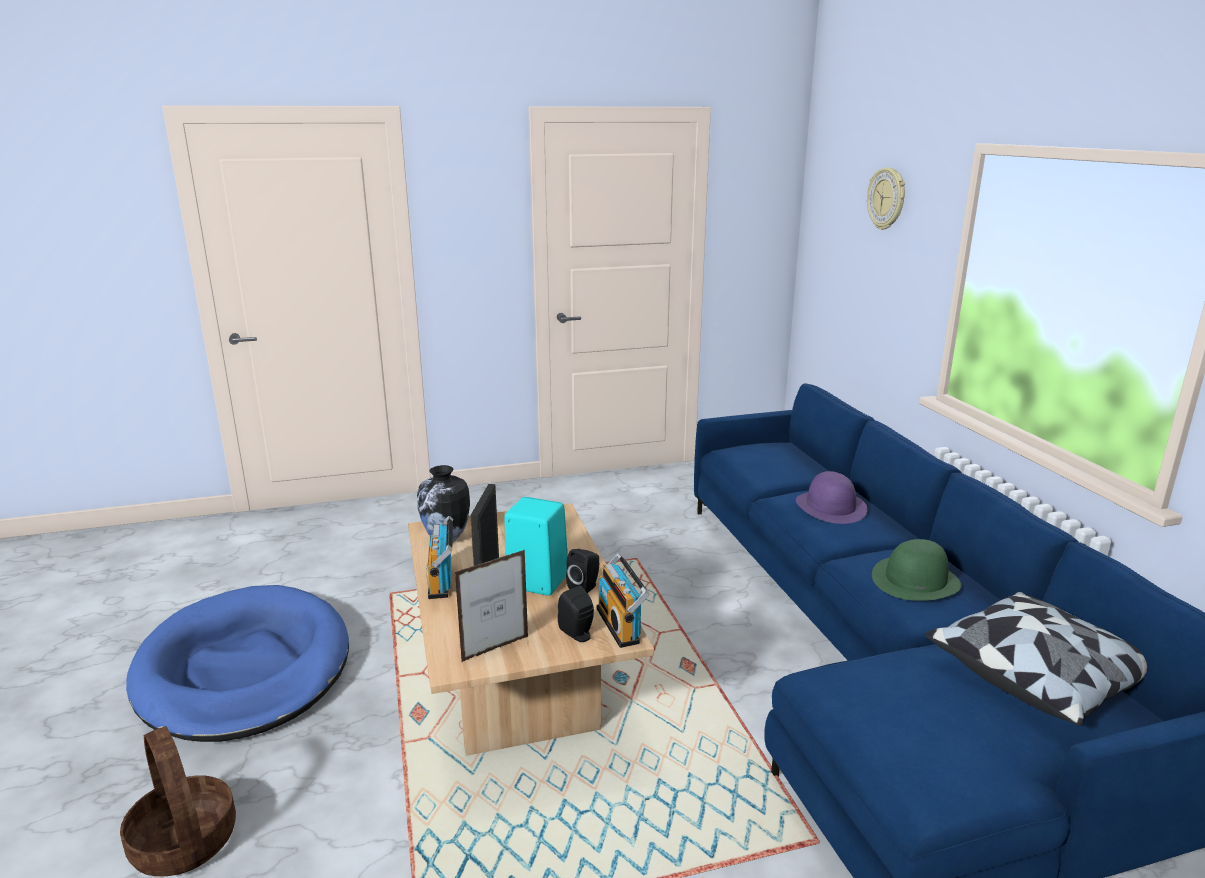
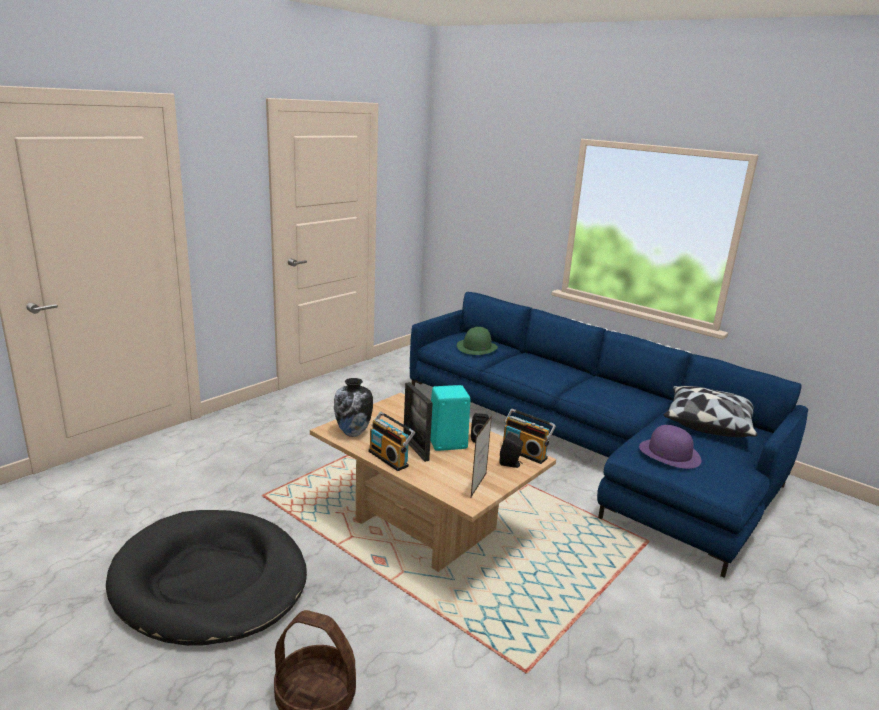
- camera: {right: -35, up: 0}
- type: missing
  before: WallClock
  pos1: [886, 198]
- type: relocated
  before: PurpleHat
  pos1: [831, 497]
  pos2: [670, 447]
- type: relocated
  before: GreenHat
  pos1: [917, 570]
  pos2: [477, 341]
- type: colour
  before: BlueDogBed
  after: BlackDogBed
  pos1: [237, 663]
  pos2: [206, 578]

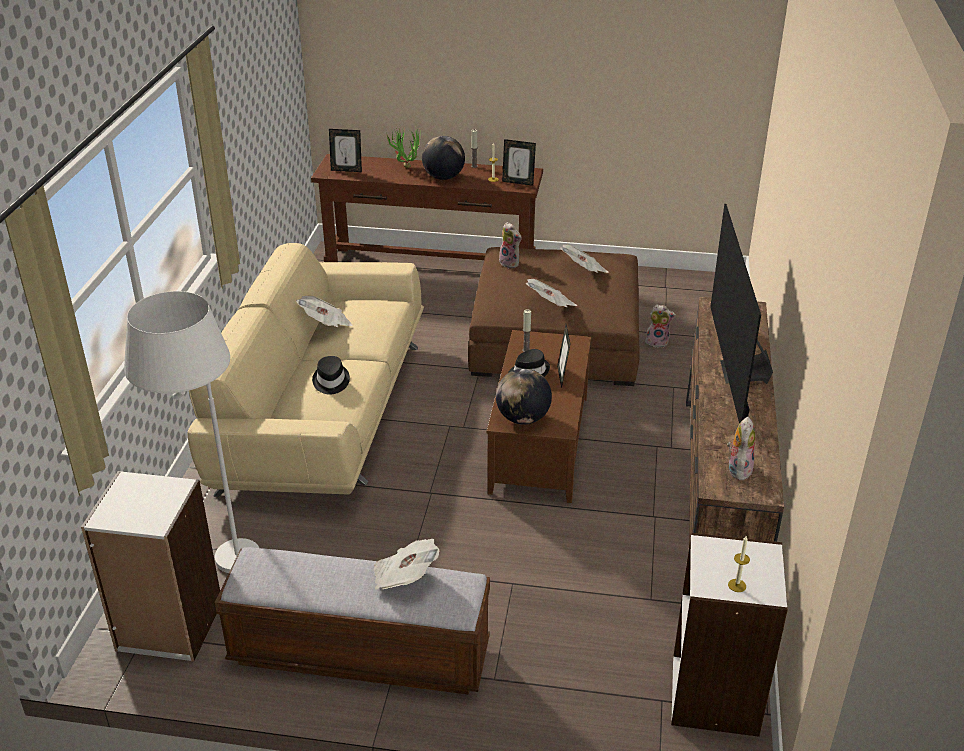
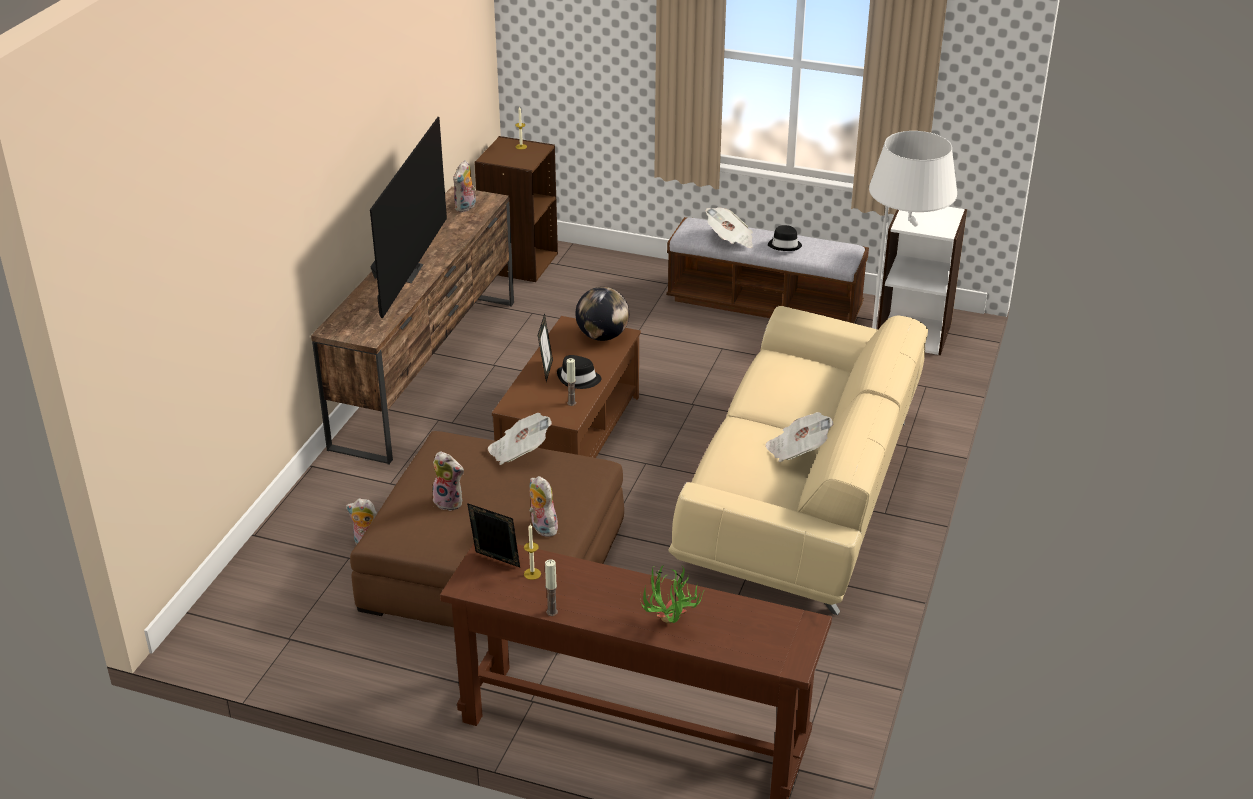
- camera: {right: -170, up: 0}
- type: missing
  before: PictureFrame
  pos1: [345, 150]
- type: missing
  before: Globe
  pos1: [443, 158]
- type: exchanged
  before: Newspaper
  after: PlushToy
  pos1: [584, 259]
  pos2: [448, 481]
- type: relocated
  before: BlackHat
  pos1: [331, 375]
  pos2: [785, 238]
- type: colour
  before: WhiteBookcase
  after: BrownBookcase
  pos1: [729, 635]
  pos2: [516, 209]

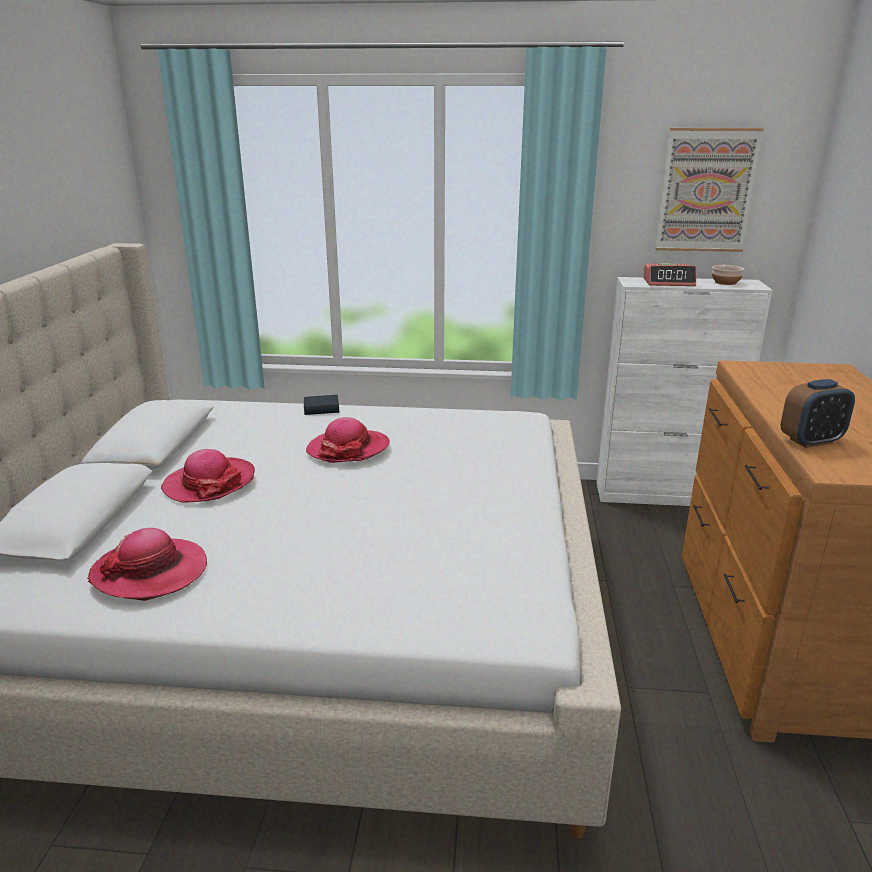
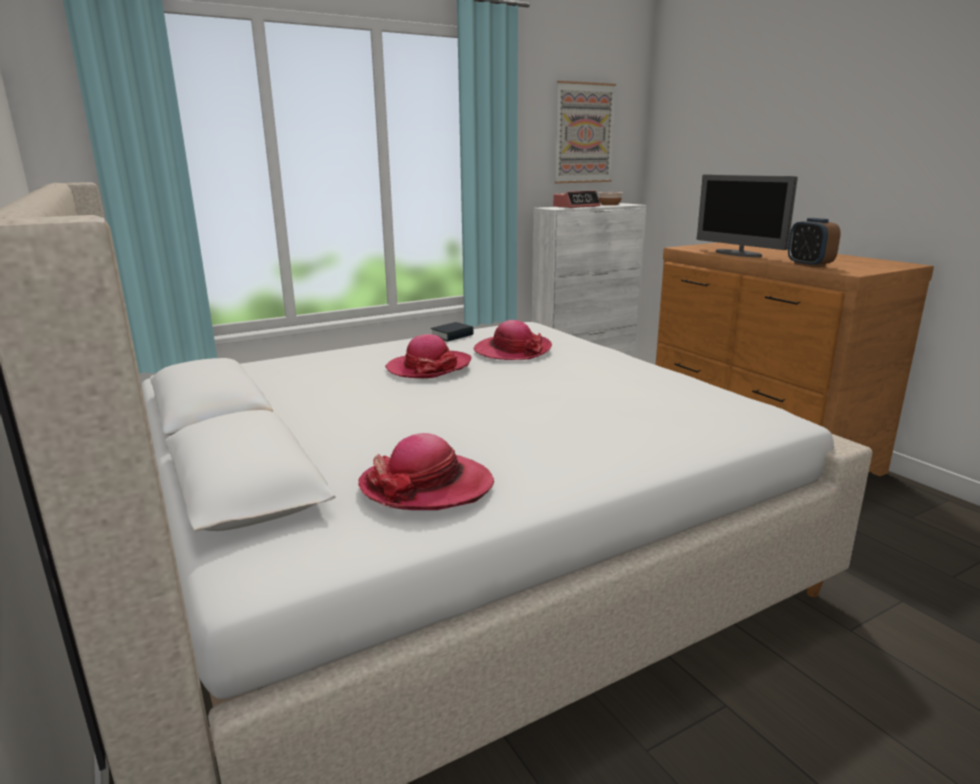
- camera: {right: -35, up: -5}
- type: spun
  before: AlarmClock
  pos1: [818, 413]
  pos2: [814, 243]
  turn: 120
- type: relocated
  before: Book
  pos1: [321, 405]
  pos2: [452, 332]
- type: relocated
  before: Hat
  pos1: [208, 476]
  pos2: [513, 340]
- type: appeared
  after: Monitor
  pos2: [747, 216]

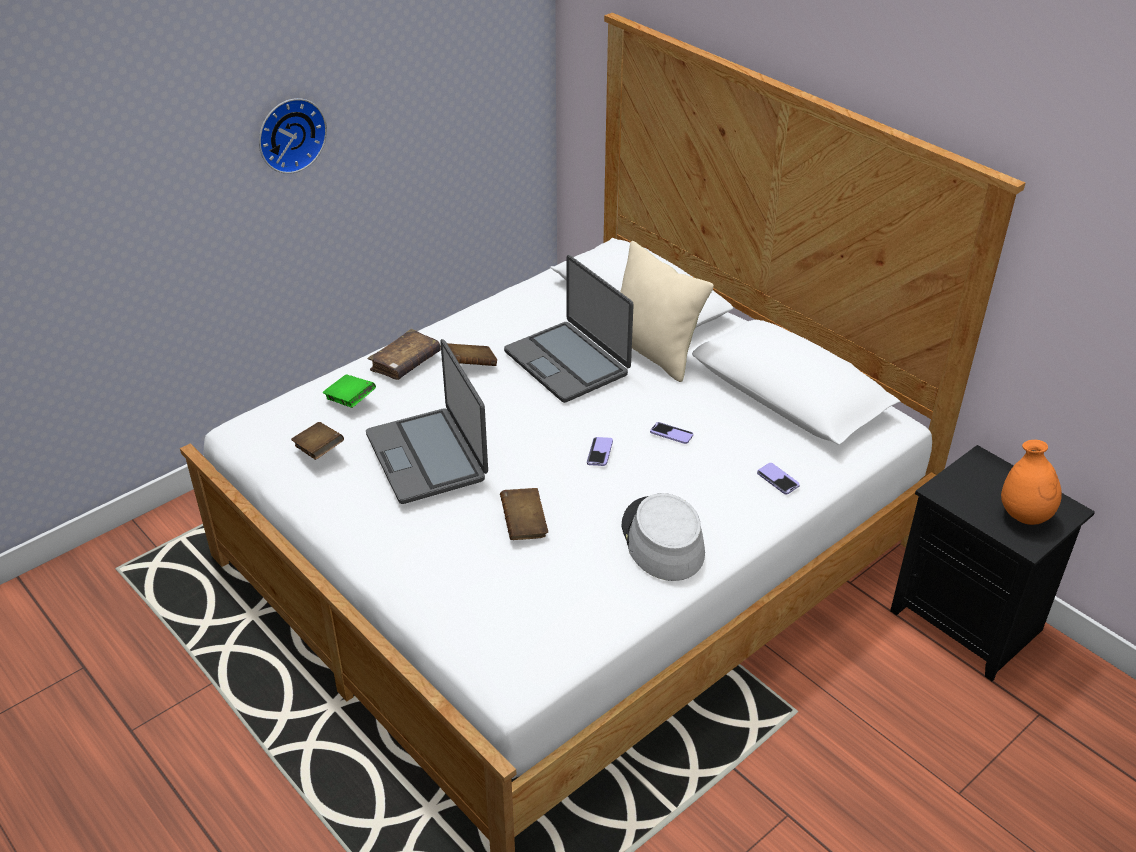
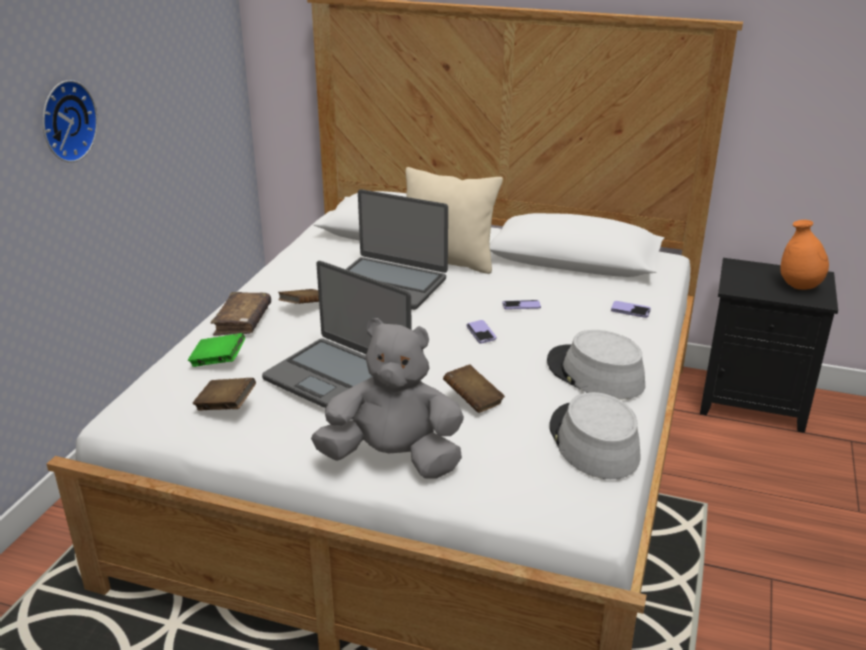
- camera: {right: -30, up: -10}
- type: appeared
  after: GreyPlushToy
  pos2: [387, 398]
- type: appeared
  after: GreyHat
  pos2: [595, 435]

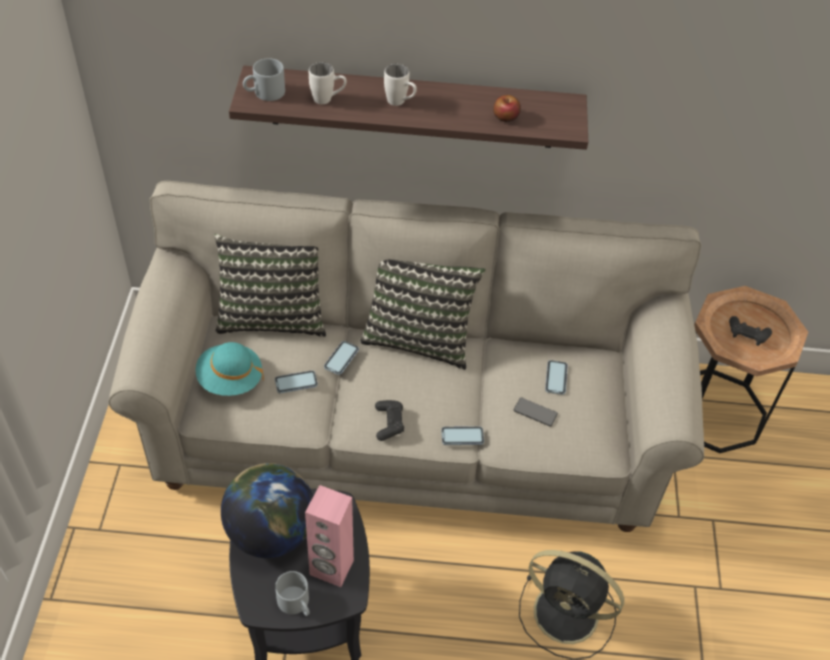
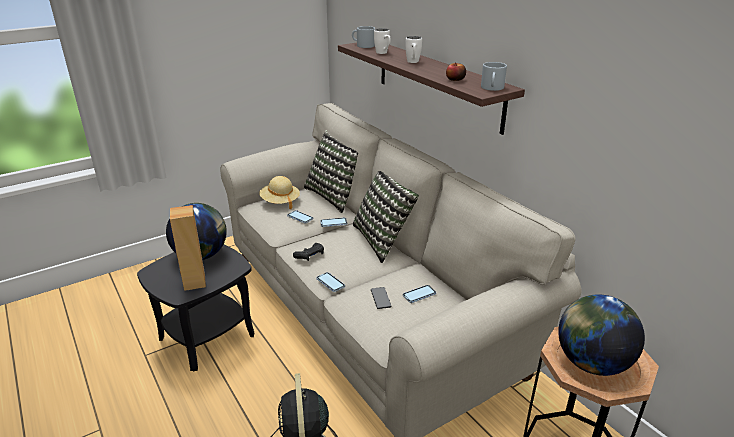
- camera: {right: 55, up: -20}
- type: exchanged
  before: BlackGameController
  after: Globe
  pos1: [750, 331]
  pos2: [601, 335]
- type: colour
  before: TurquoiseHat
  after: BeigeHat
  pos1: [229, 369]
  pos2: [279, 192]
- type: colour
  before: PinkSpeaker
  after: BrownSpeaker
  pos1: [329, 536]
  pos2: [188, 248]
- type: relocated
  before: GreyMug
  pos1: [292, 593]
  pos2: [494, 76]

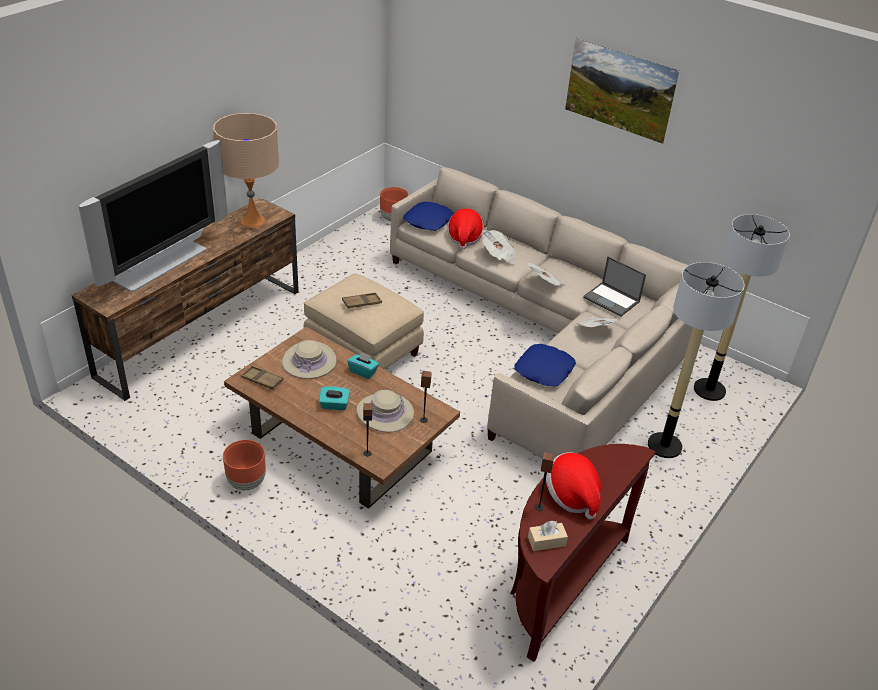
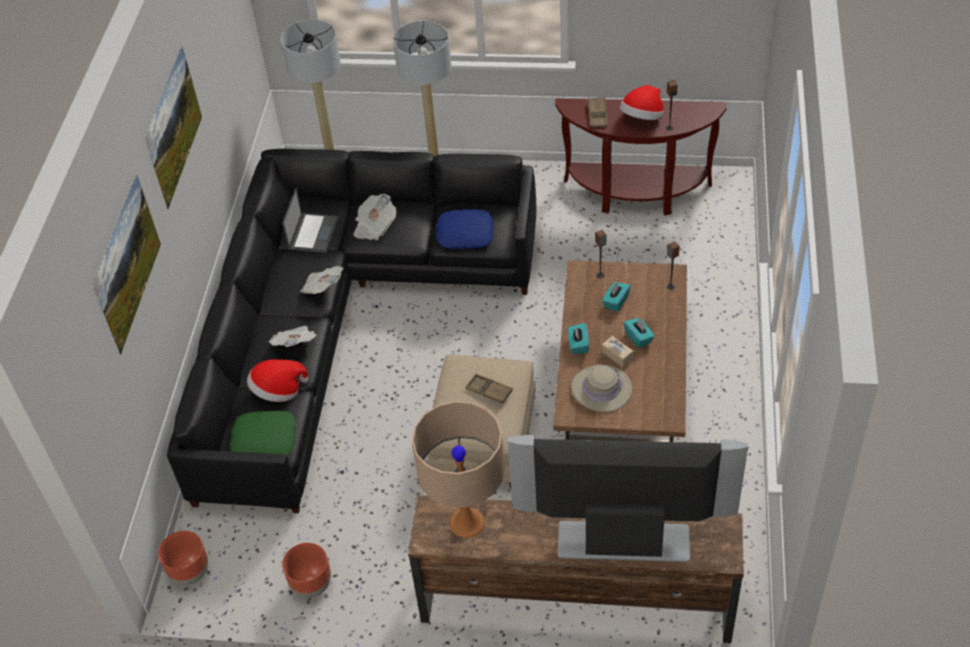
- camera: {right: -115, up: 10}
- type: colour
  before: BeigeSofa
  after: BlackSofa
  pos1: [541, 313]
  pos2: [351, 331]
- type: colour
  before: BluePillow
  after: GreenPillow
  pos1: [428, 216]
  pos2: [263, 433]
- type: relocated
  before: BrownTray
  pos1: [262, 377]
  pos2: [598, 112]
- type: exchanged
  before: BeigeHat
  after: TurquoiseTissueBox
  pos1: [385, 411]
  pos2: [616, 297]
- type: relocated
  before: BrownPlanter
  pos1: [244, 465]
  pos2: [306, 570]
- type: relocated
  before: BeigeTissueBox
  pos1: [548, 536]
  pos2: [617, 351]
- type: appeared
  after: Picture
  pos2: [126, 265]

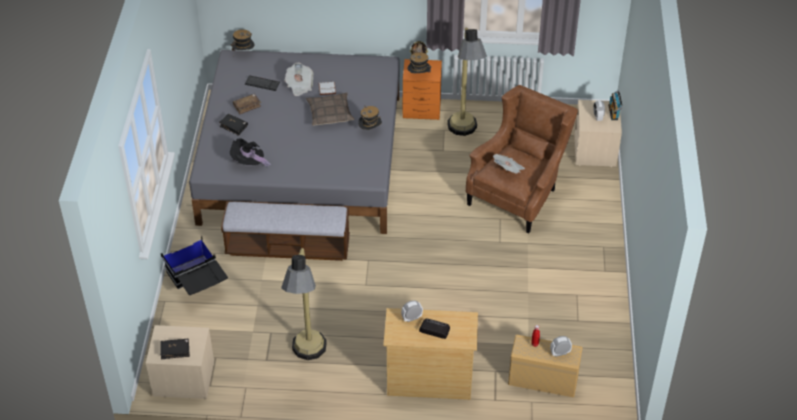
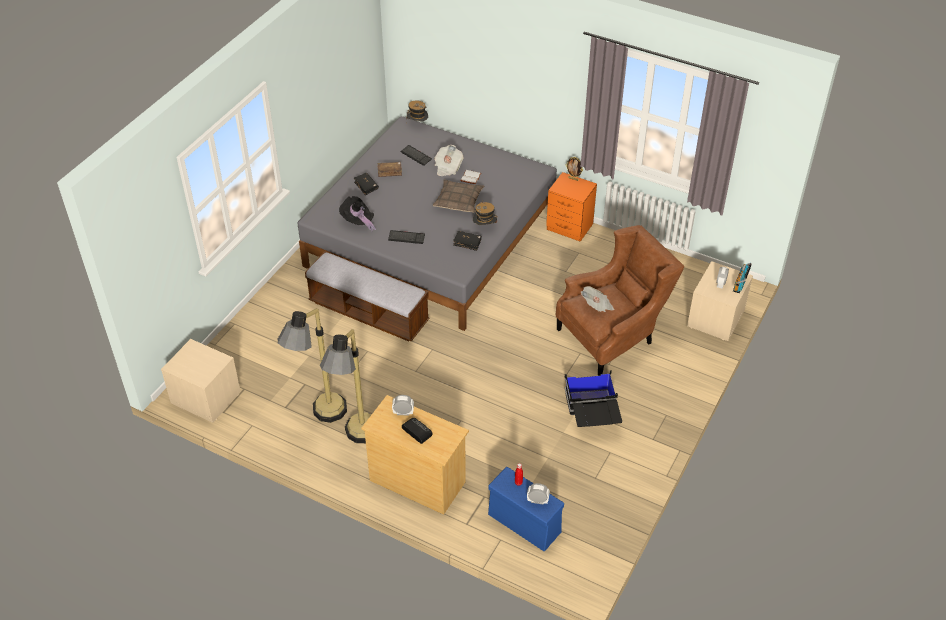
- camera: {right: 25, up: 0}
- type: relocated
  before: FloorLamp
  pos1: [467, 81]
  pos2: [345, 386]
- type: missing
  before: Hat
  pos1: [419, 62]
- type: relocated
  before: BlackStorageBox
  pos1: [194, 265]
  pos2: [593, 398]
- type: colour
  before: BeigeStorageBox
  after: BlueStorageBox
  pos1: [545, 365]
  pos2: [526, 509]
- type: relocated
  before: BlackBook
  pos1: [175, 349]
  pos2: [467, 241]
- type: appeared
  after: Keyboard
  pos2: [406, 237]

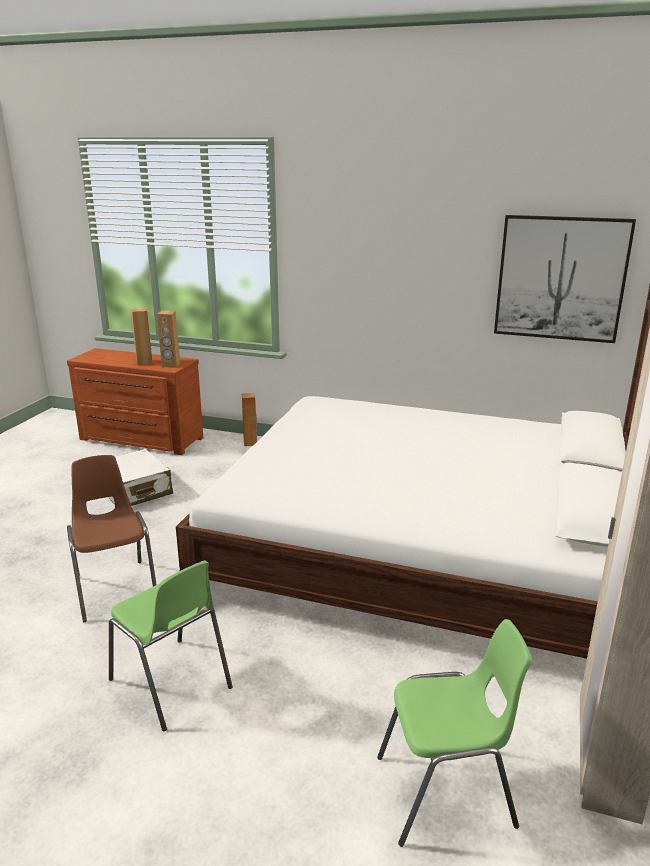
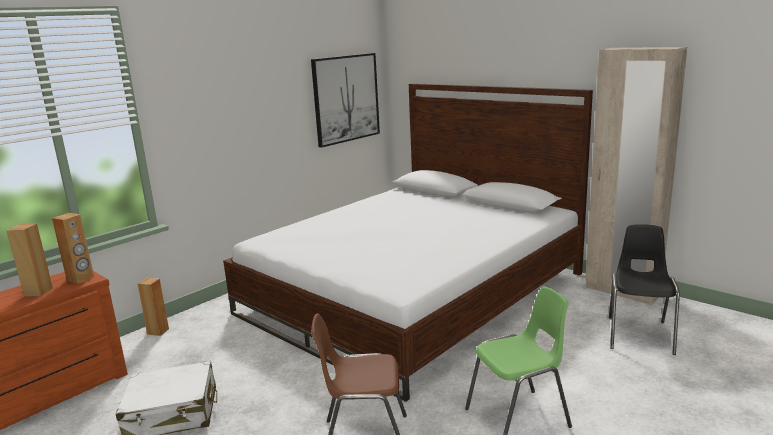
- camera: {right: -65, up: -5}
- type: colour
  before: GreenChair
  after: BlackChair
  pos1: [454, 733]
  pos2: [644, 289]

